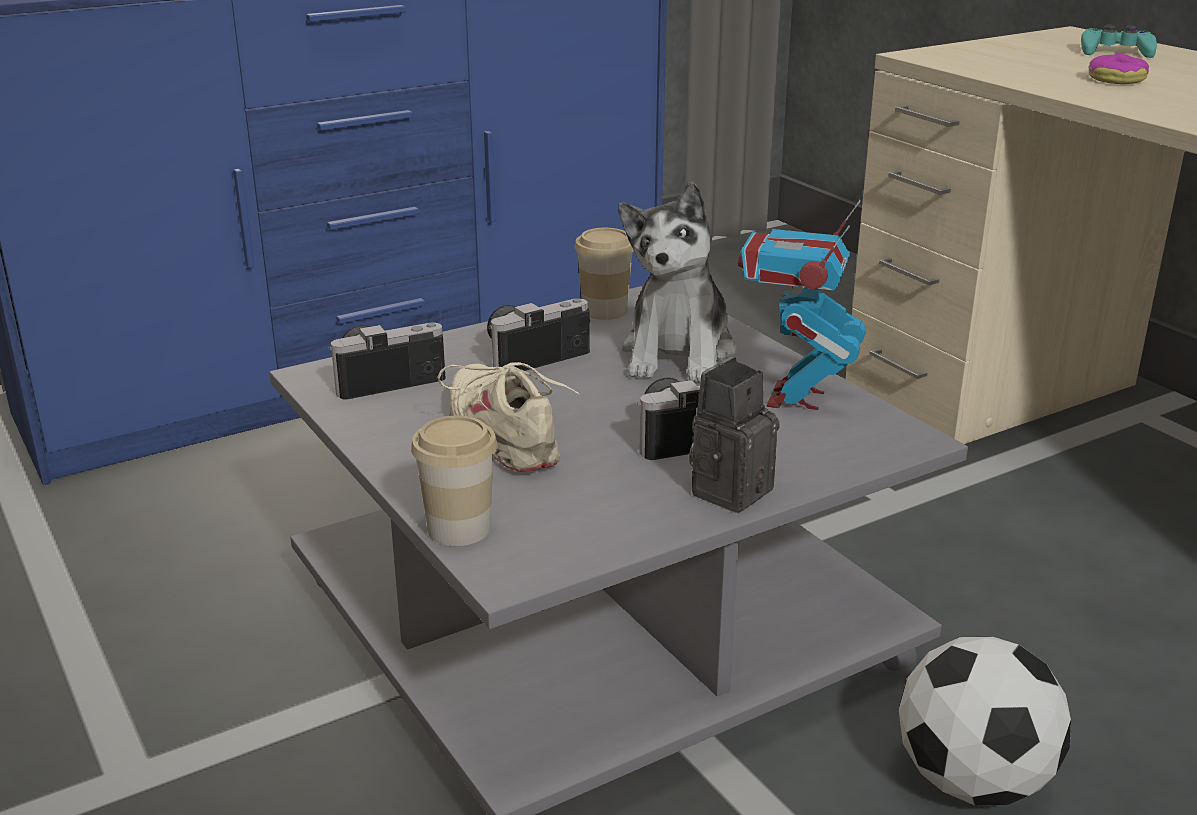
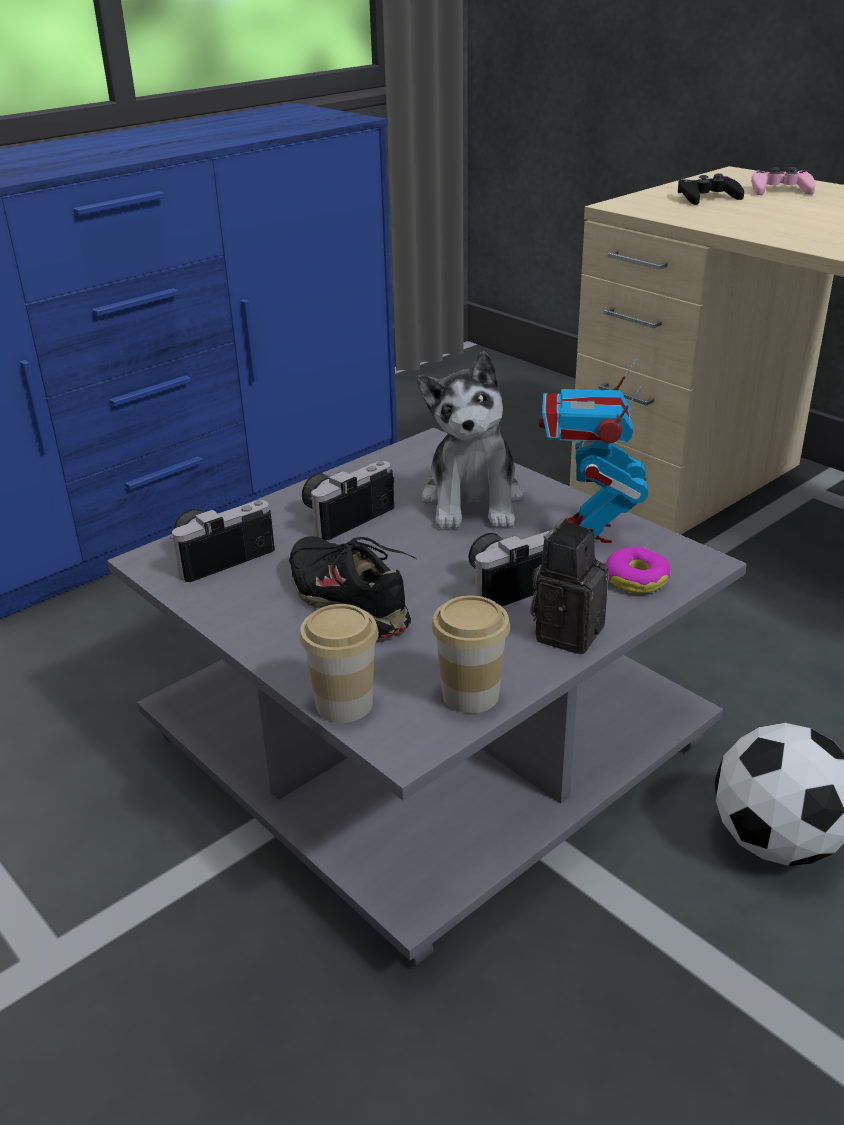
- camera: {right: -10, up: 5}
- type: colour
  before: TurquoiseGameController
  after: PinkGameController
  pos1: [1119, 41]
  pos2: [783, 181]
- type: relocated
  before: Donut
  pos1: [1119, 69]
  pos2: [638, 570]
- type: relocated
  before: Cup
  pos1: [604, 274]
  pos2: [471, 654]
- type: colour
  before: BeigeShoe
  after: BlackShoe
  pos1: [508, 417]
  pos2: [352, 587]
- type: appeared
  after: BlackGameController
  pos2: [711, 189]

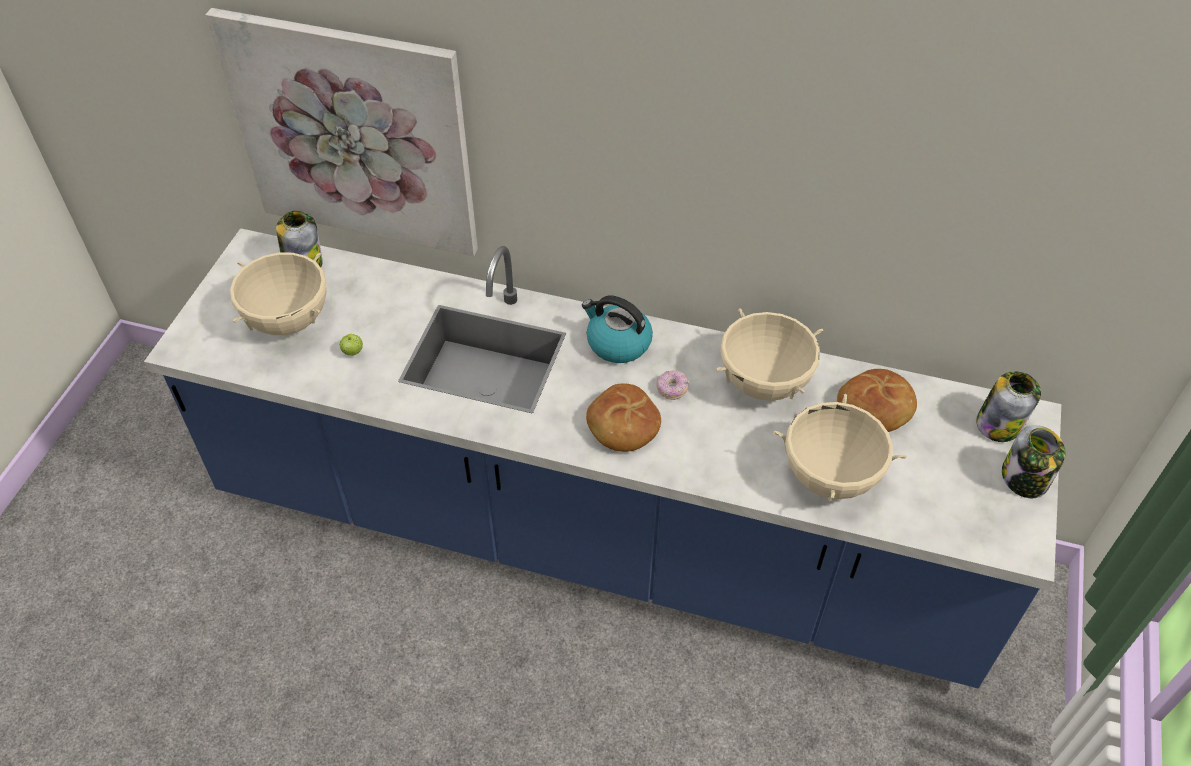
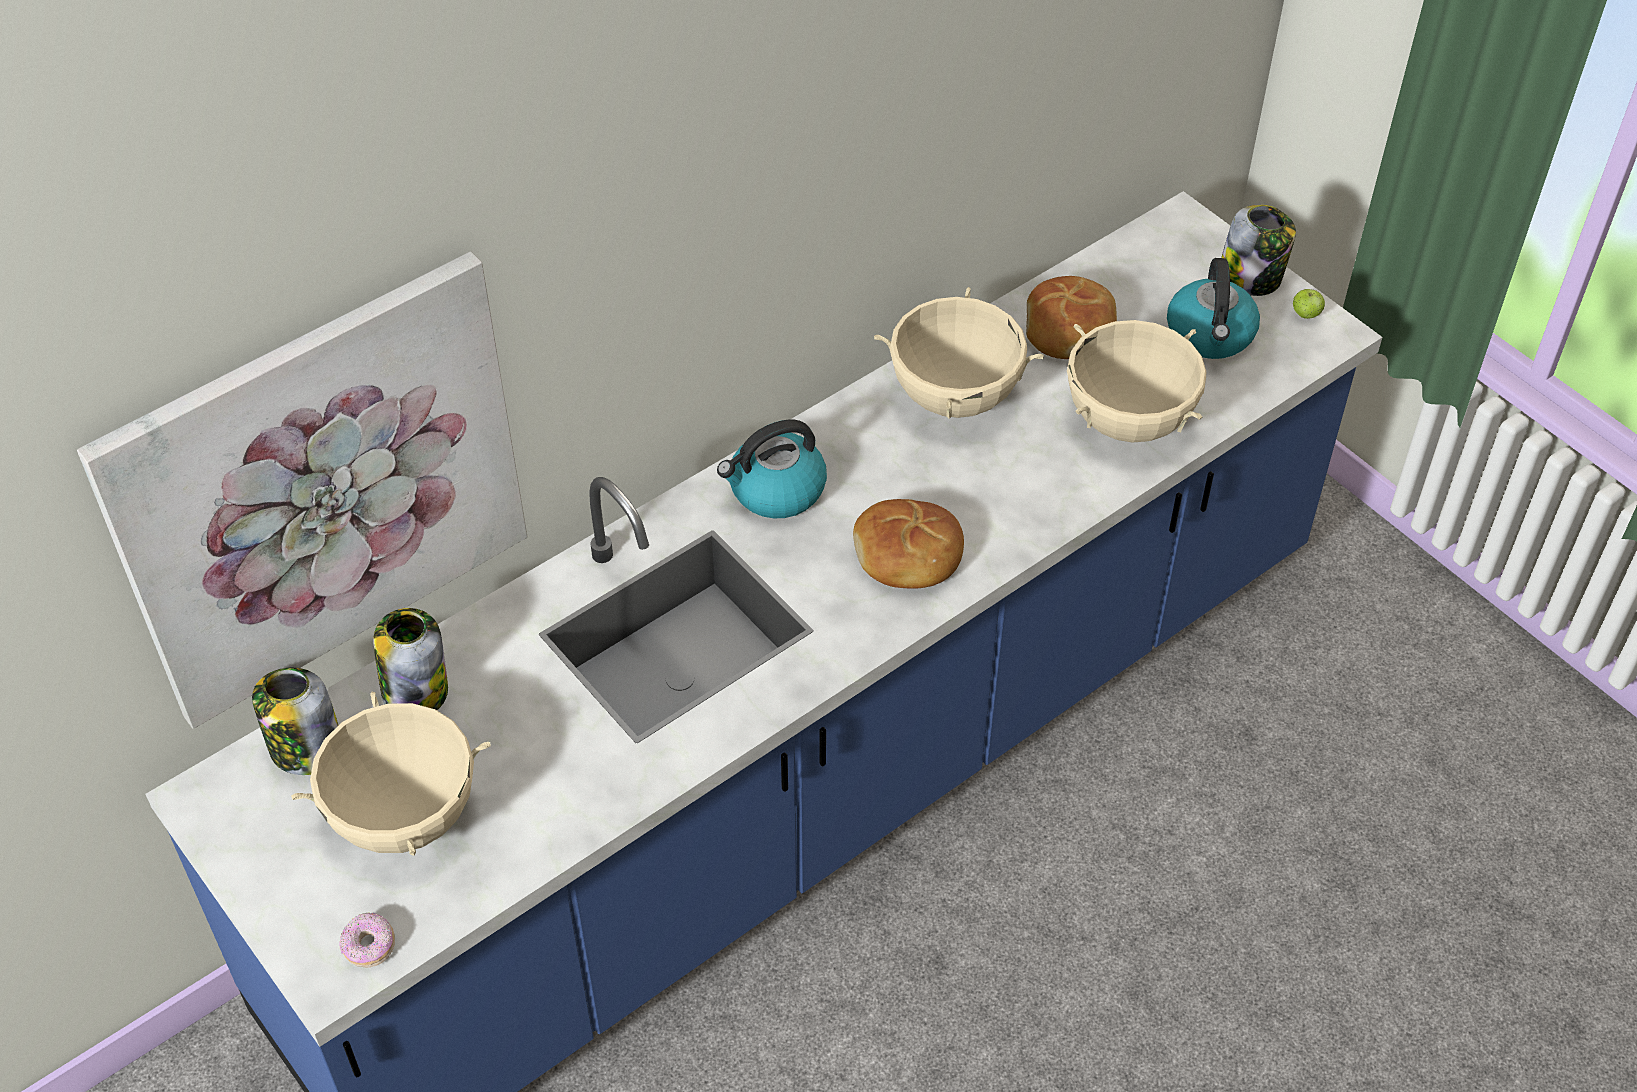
- camera: {right: -55, up: 0}
- type: relocated
  before: Apple
  pos1: [351, 345]
  pos2: [1309, 304]
- type: relocated
  before: Donut
  pos1: [672, 385]
  pos2: [367, 939]
- type: relocated
  before: Jar
  pos1: [1008, 406]
  pos2: [410, 659]
- type: appeared
  after: Kettle
  pos2: [1213, 308]

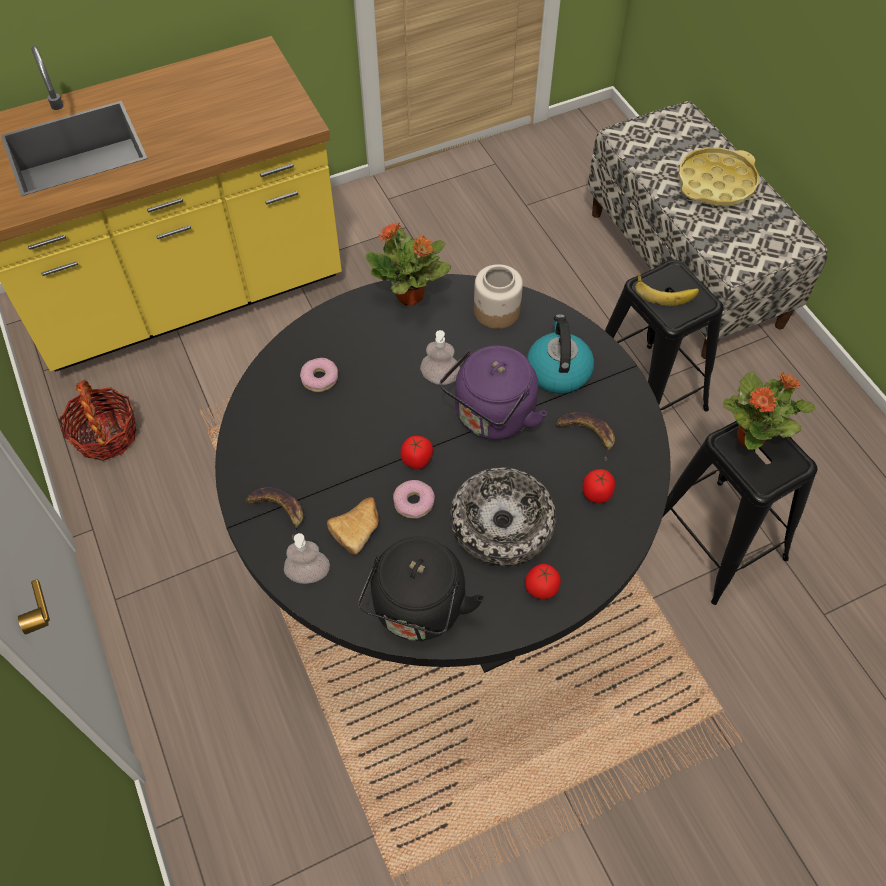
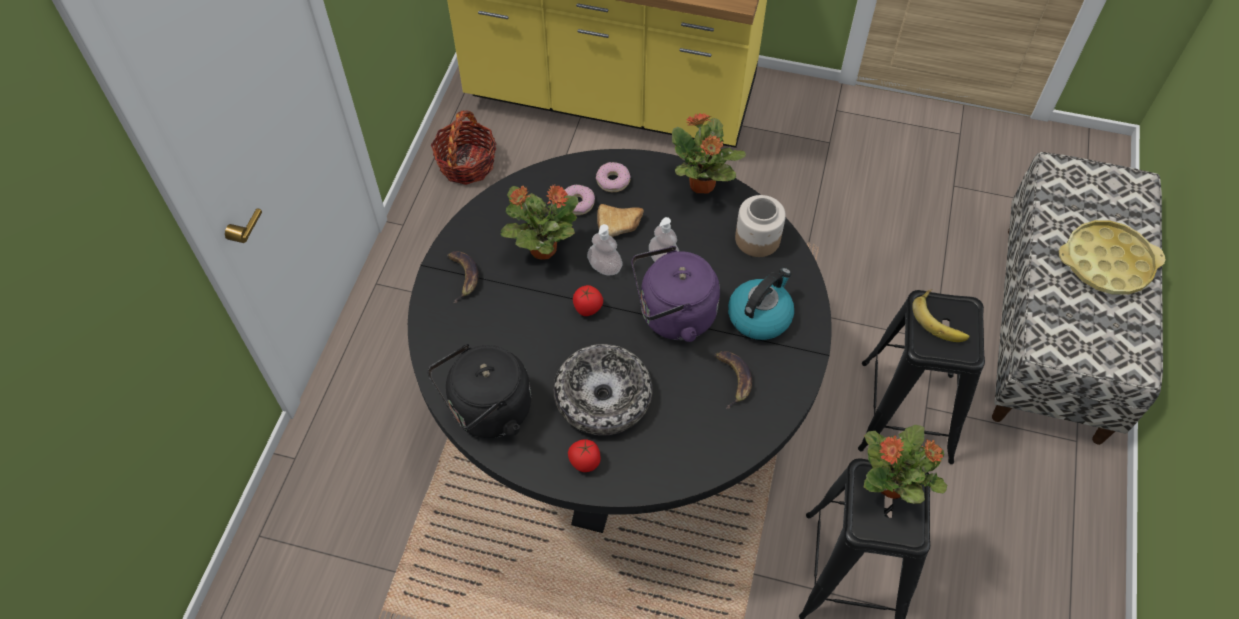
- camera: {right: 40, up: 0}
- type: missing
  before: Tomato
  pos1: [598, 486]
- type: relocated
  before: Donut
  pos1: [414, 499]
  pos2: [613, 177]
- type: relocated
  before: Bread
  pos1: [353, 526]
  pos2: [620, 220]
- type: relocated
  before: SoapDispenser
  pos1: [307, 558]
  pos2: [605, 250]
- type: appeared
  after: PottedPlant
  pos2: [539, 222]

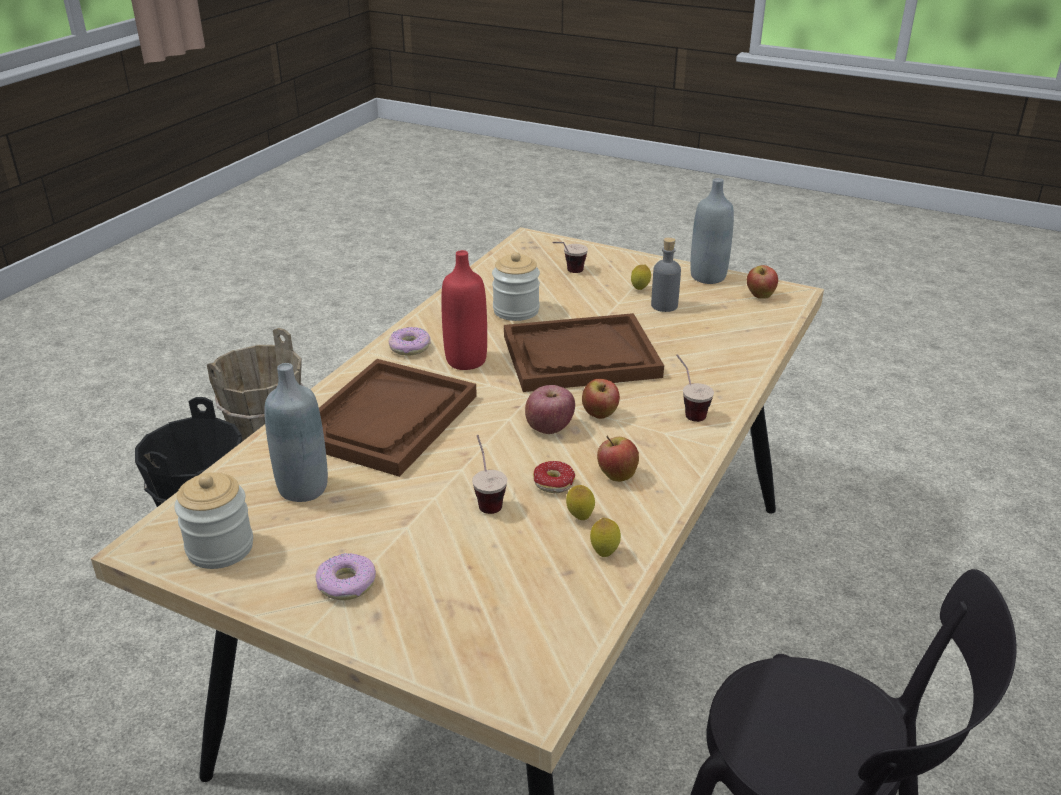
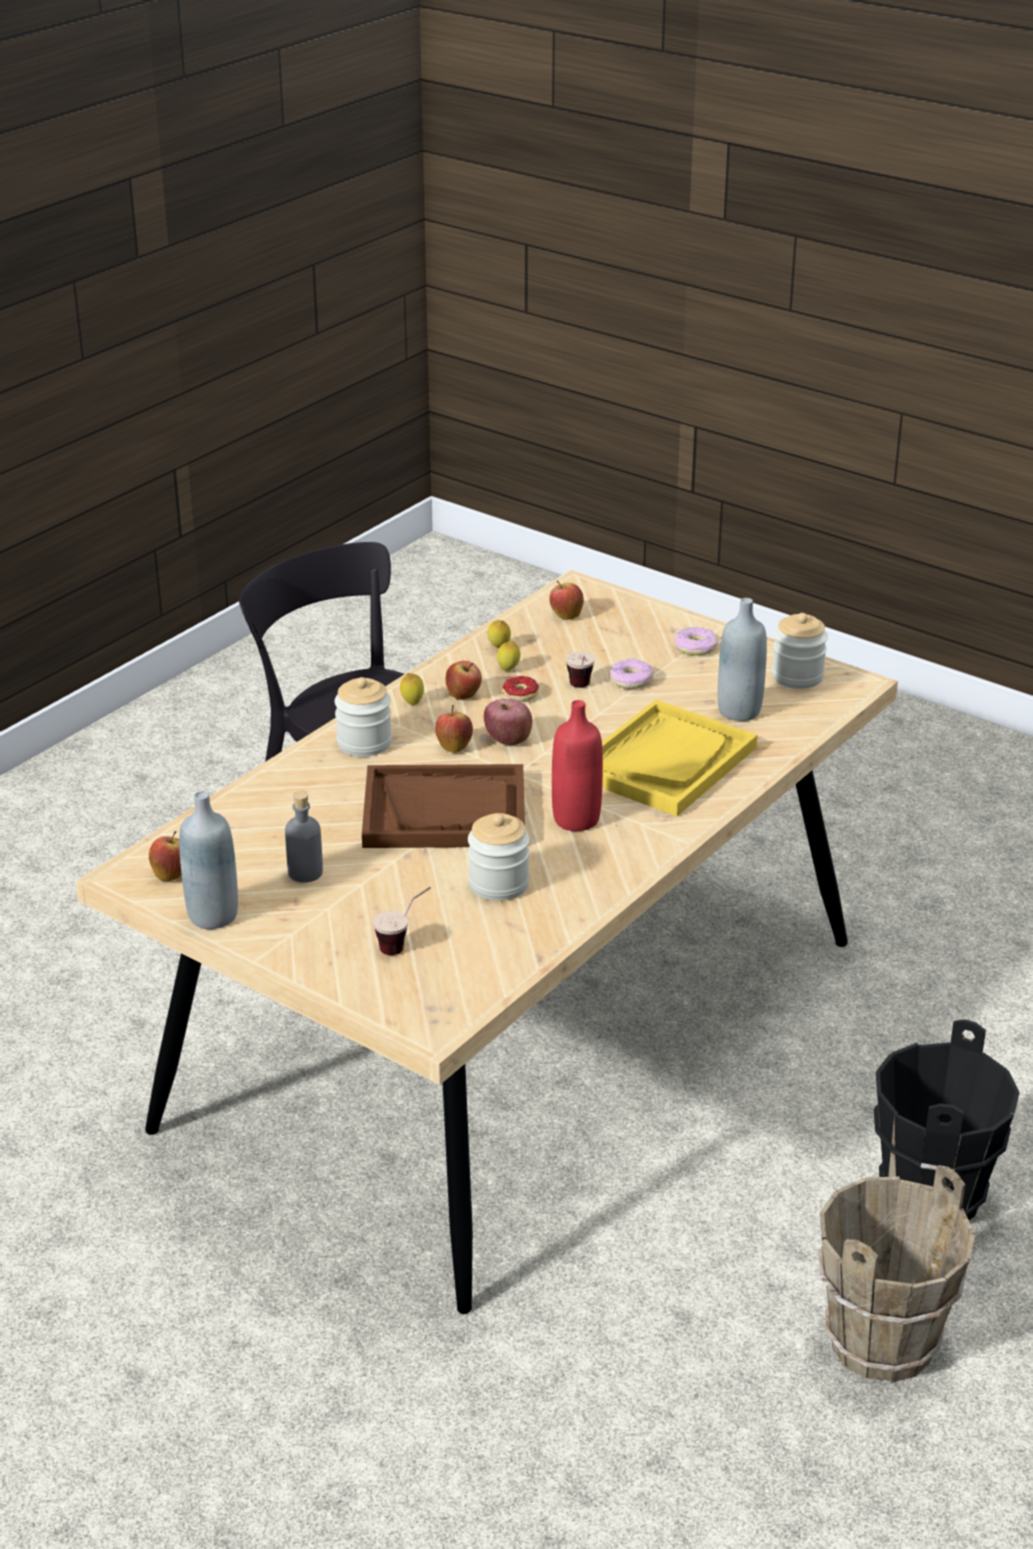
- camera: {right: -170, up: 0}
- type: relocated
  before: Lemon
  pos1: [641, 277]
  pos2: [412, 689]
- type: relocated
  before: Donut
  pos1: [409, 341]
  pos2: [631, 674]
- type: exchanged
  before: Cup
  after: Jar
  pos1: [695, 388]
  pos2: [363, 717]
- type: colour
  before: BrownTray
  after: YellowTray
  pos1: [398, 418]
  pos2: [680, 758]
- type: appeared
  after: Apple
  pos2: [566, 600]

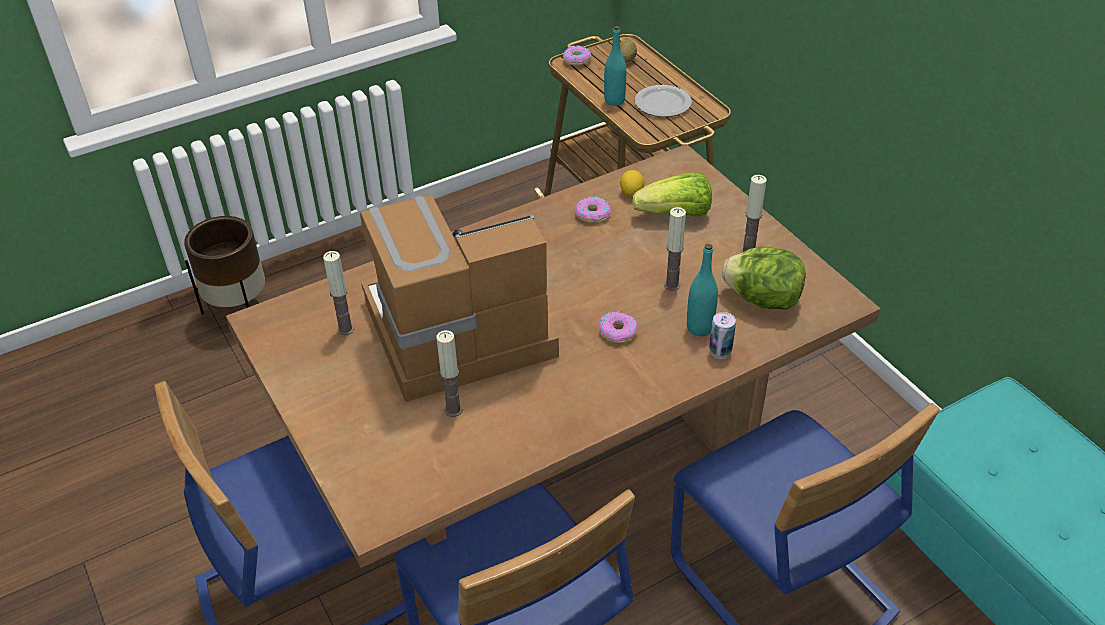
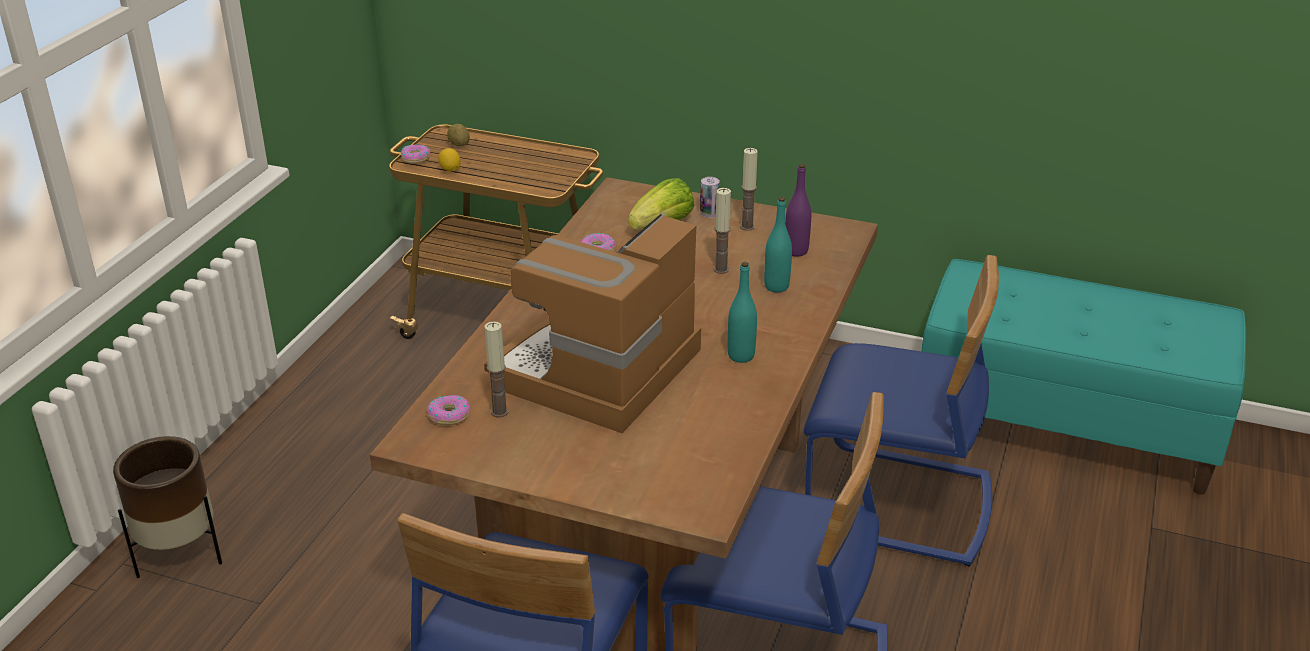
- camera: {right: -40, up: -10}
- type: relocated
  before: TurquoiseBottle
  pos1: [615, 66]
  pos2: [742, 312]
- type: missing
  before: Plate
  pos1: [663, 101]
- type: relocated
  before: Lemon
  pos1: [632, 183]
  pos2: [449, 159]
- type: exchanged
  before: Lettuce
  after: PurpleBottle
  pos1: [764, 278]
  pos2: [798, 210]
- type: relocated
  before: Donut
  pos1: [618, 327]
  pos2: [448, 410]
- type: relocated
  before: Can
  pos1: [722, 335]
  pos2: [710, 197]
- type: missing
  before: Candle
  pos1: [449, 373]

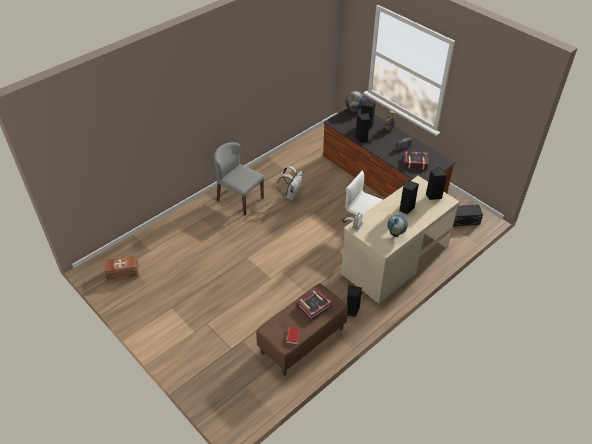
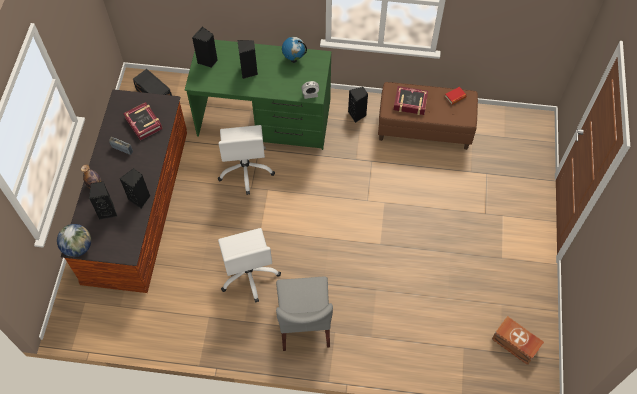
- camera: {right: -130, up: 15}
- type: exchanged
  before: WhiteBackpack
  after: WhiteOfficeChair
  pos1: [289, 183]
  pos2: [249, 265]
- type: colour
  before: BeigeDesk
  after: GreenDesk
  pos1: [400, 240]
  pos2: [258, 95]

